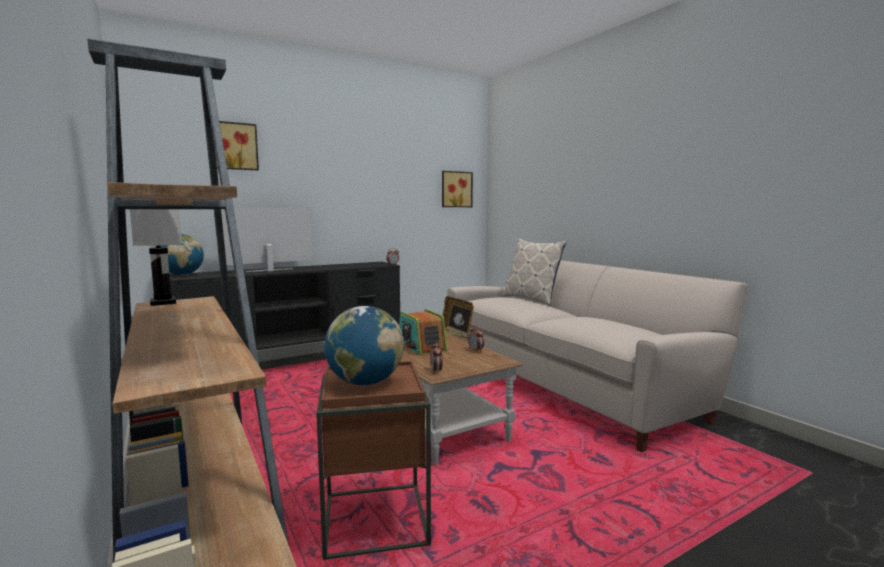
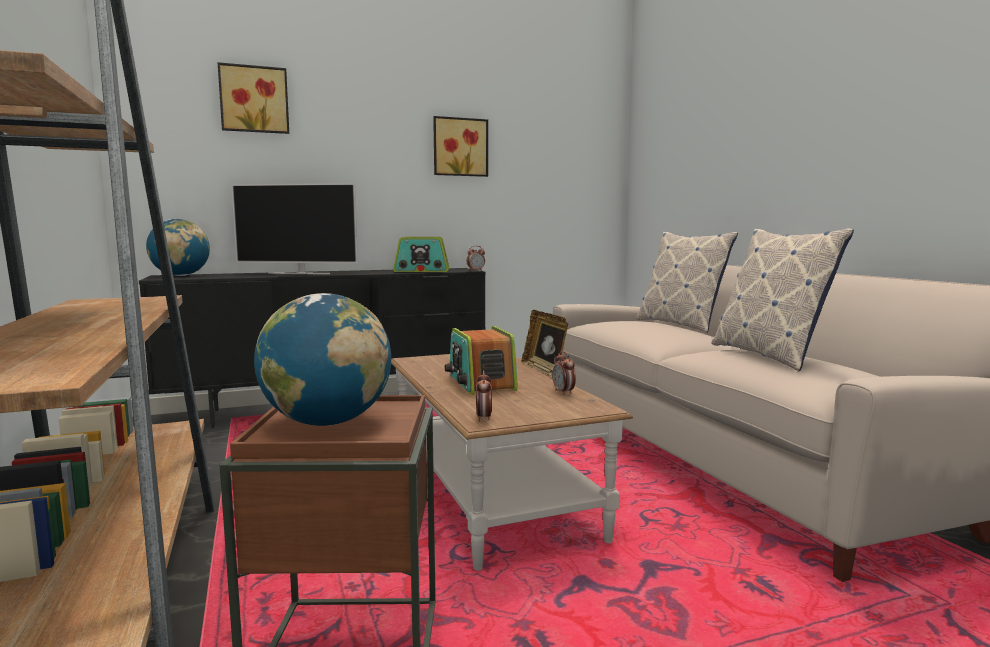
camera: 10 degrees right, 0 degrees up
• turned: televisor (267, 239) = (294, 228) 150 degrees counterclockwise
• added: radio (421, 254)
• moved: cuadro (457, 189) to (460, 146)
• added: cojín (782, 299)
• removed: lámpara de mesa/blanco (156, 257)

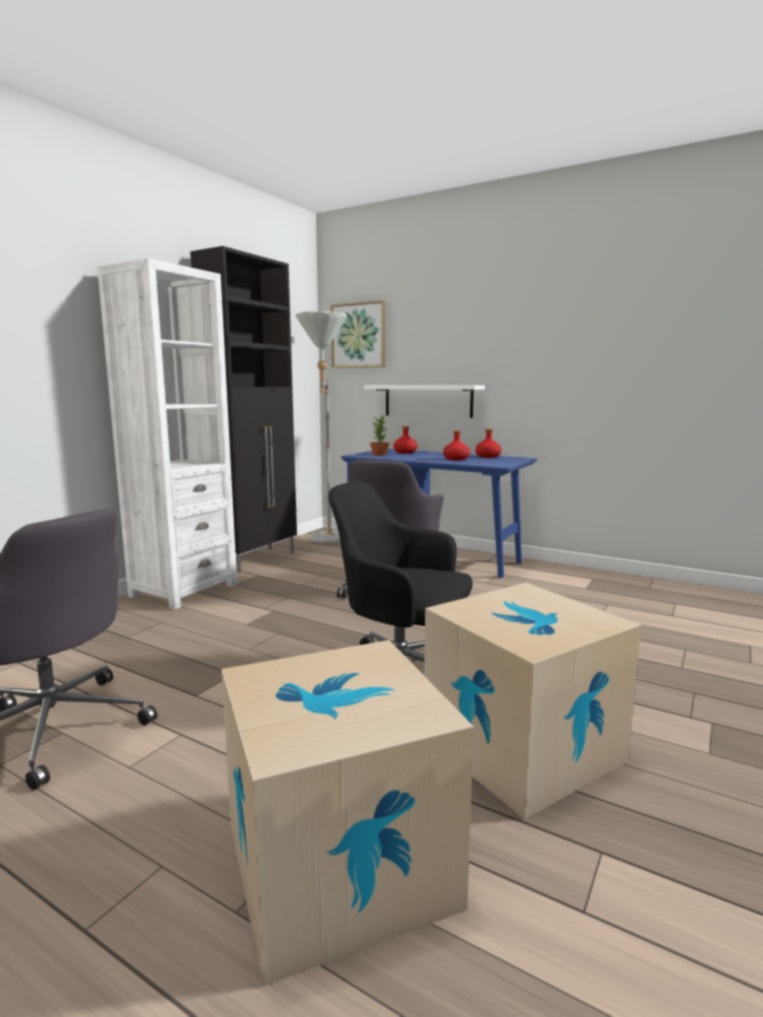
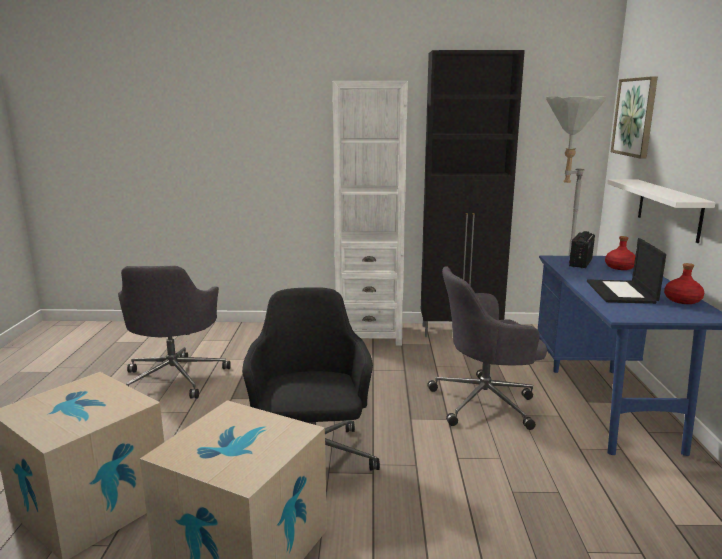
camera: 60 degrees right, 5 degrees up
• replaced: planta en maceta (379, 435) to radio (582, 249)
• replaced: botella/rojo (456, 446) to portátil (626, 271)

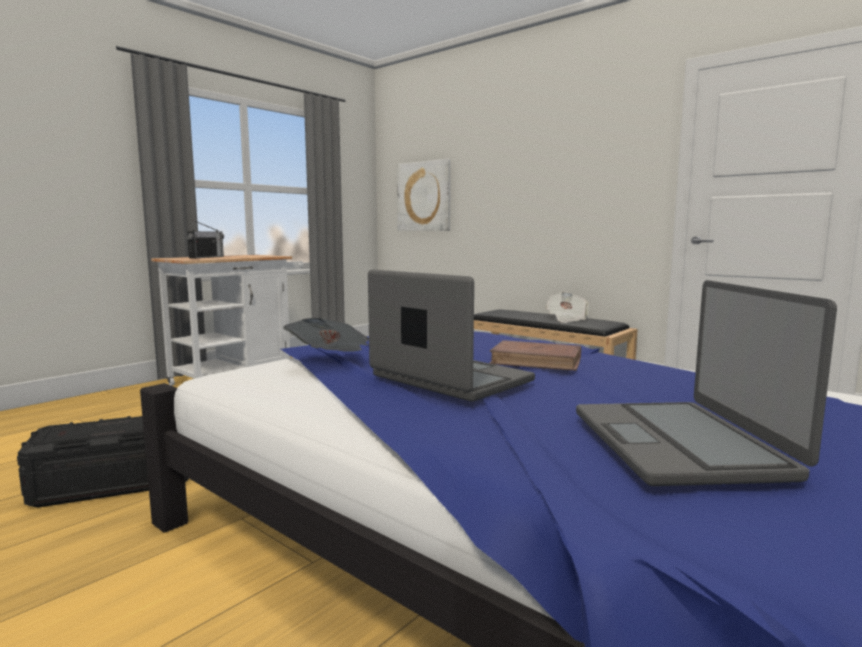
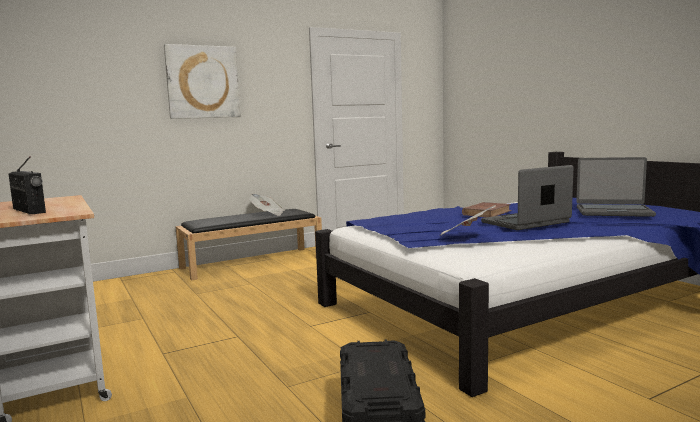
camera: 70 degrees left, 0 degrees up
• moved: cuadro (424, 195) to (202, 81)

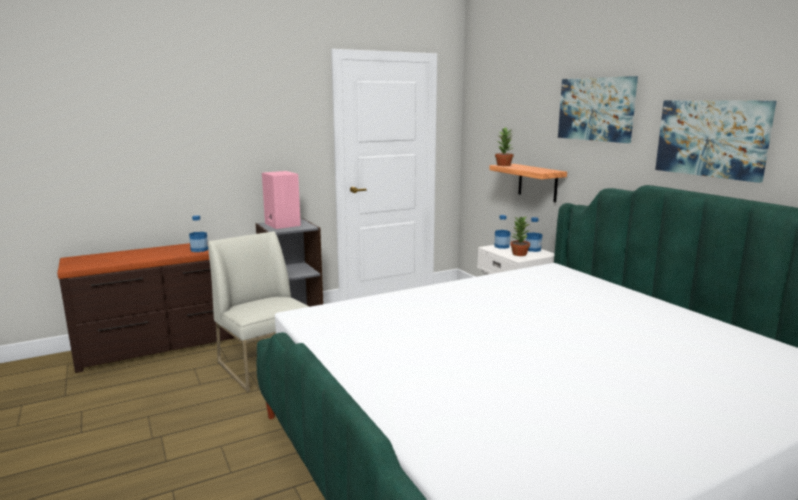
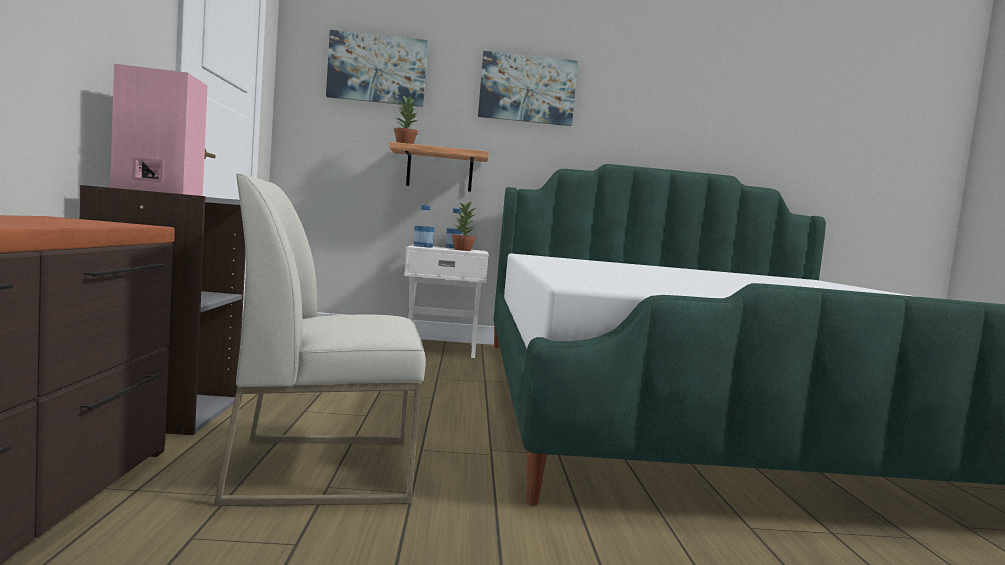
camera: 65 degrees left, 10 degrees down
• moved: cuadro (716, 141) to (377, 68)
• removed: botella (198, 233)

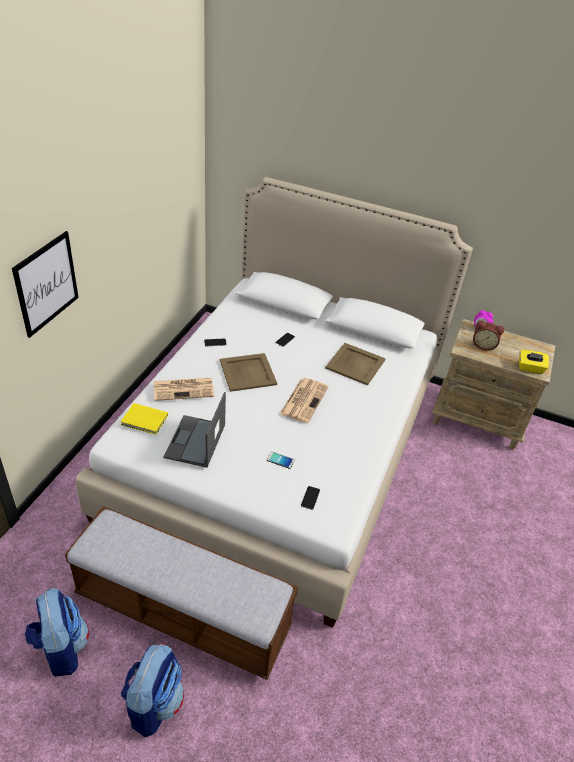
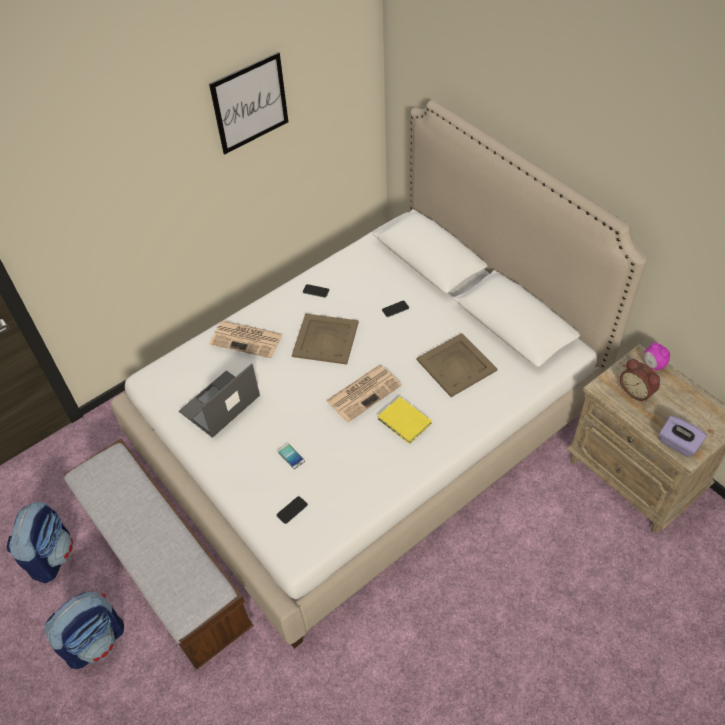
camera: 35 degrees right, 10 degrees up
• moved: cuadro (45, 284) to (248, 103)
• moved: libro/amarillo (144, 419) to (405, 420)
• recoloured: caja de pañuelos/amarillo (534, 362) to caja de pañuelos/morado (683, 436)

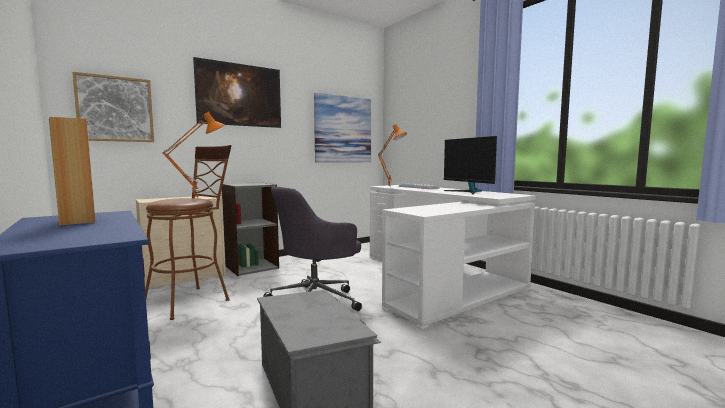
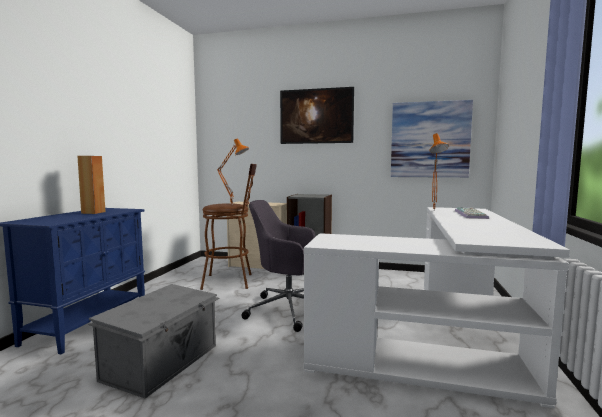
camera: 50 degrees right, 0 degrees up
• removed: cuadro (113, 107)
• removed: monitor (470, 165)

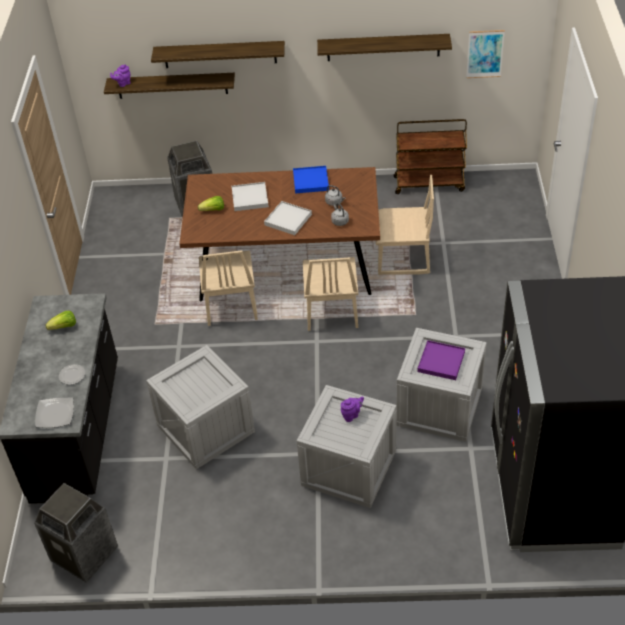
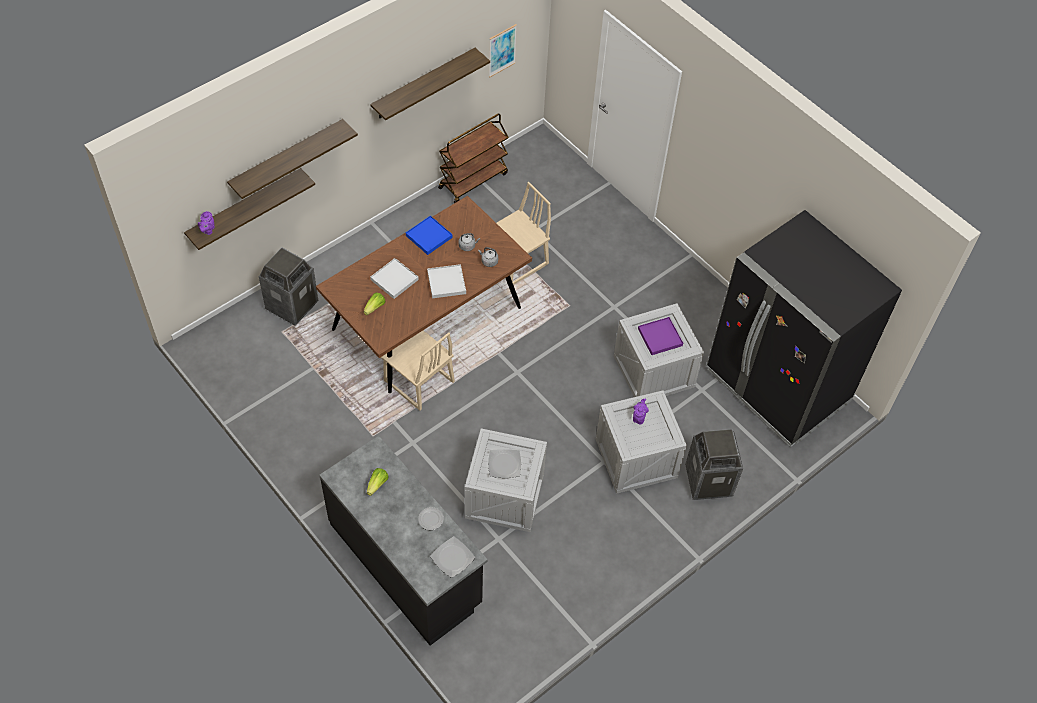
camera: 45 degrees left, 10 degrees up
• added: plato (504, 463)
• moved: papelera (76, 533) to (714, 464)
• removed: silla/beis (330, 294)

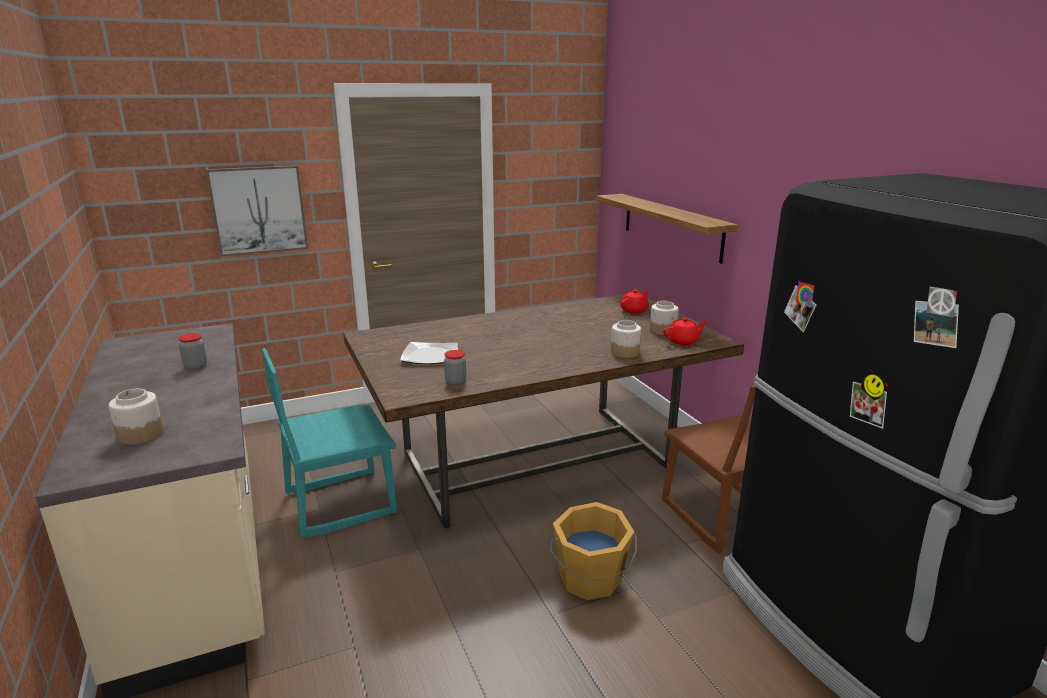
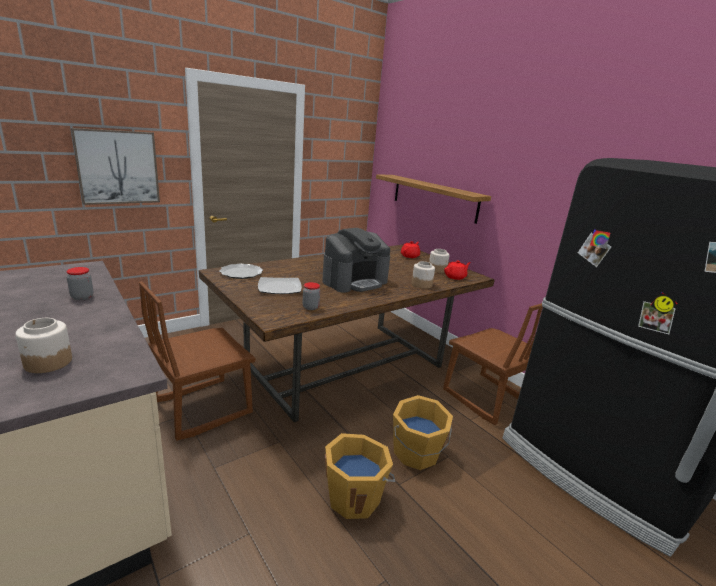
camera: 15 degrees left, 0 degrees up
• recoloured: silla/turquesa (329, 443) to silla/marrón (197, 361)
• added: plato (241, 271)
• added: cafetera (356, 260)
• added: cubo/naranja (360, 476)

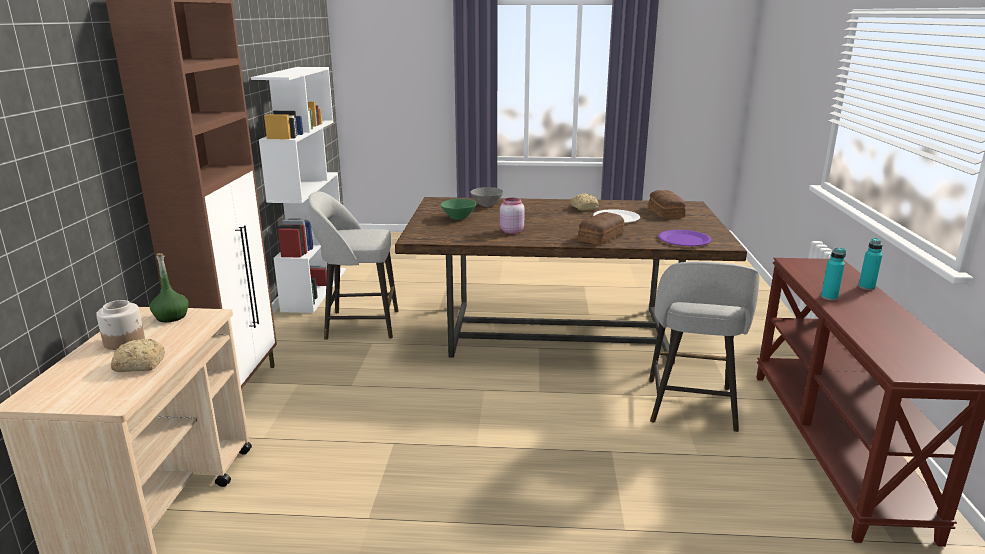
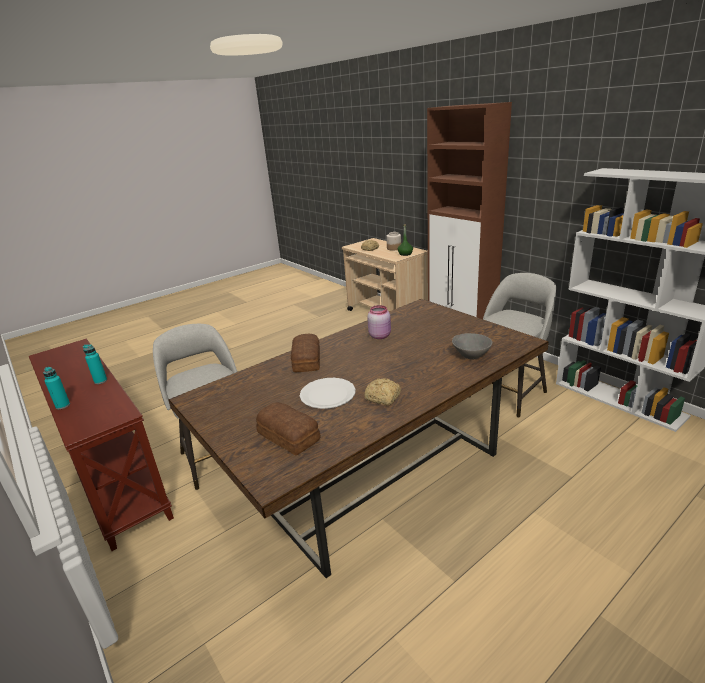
camera: 140 degrees right, 5 degrees up
• removed: cuenco/verde (458, 209)
• removed: plato/morado (684, 238)

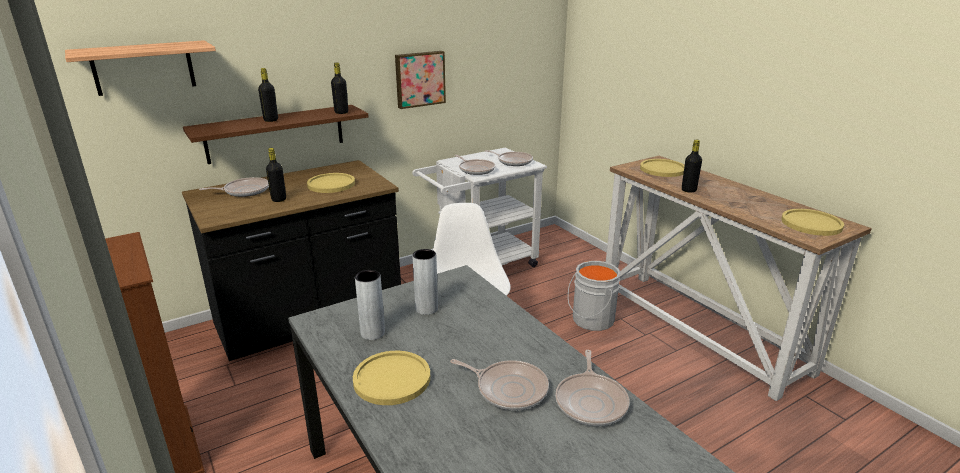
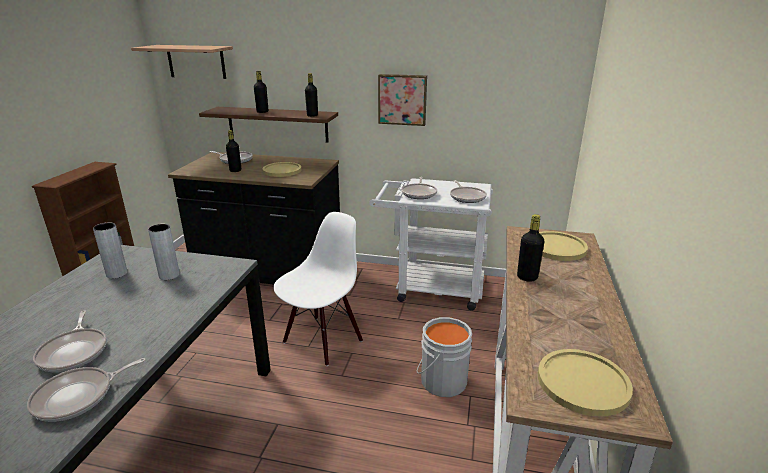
camera: 45 degrees right, 0 degrees up
• removed: plato/amarillo (391, 378)

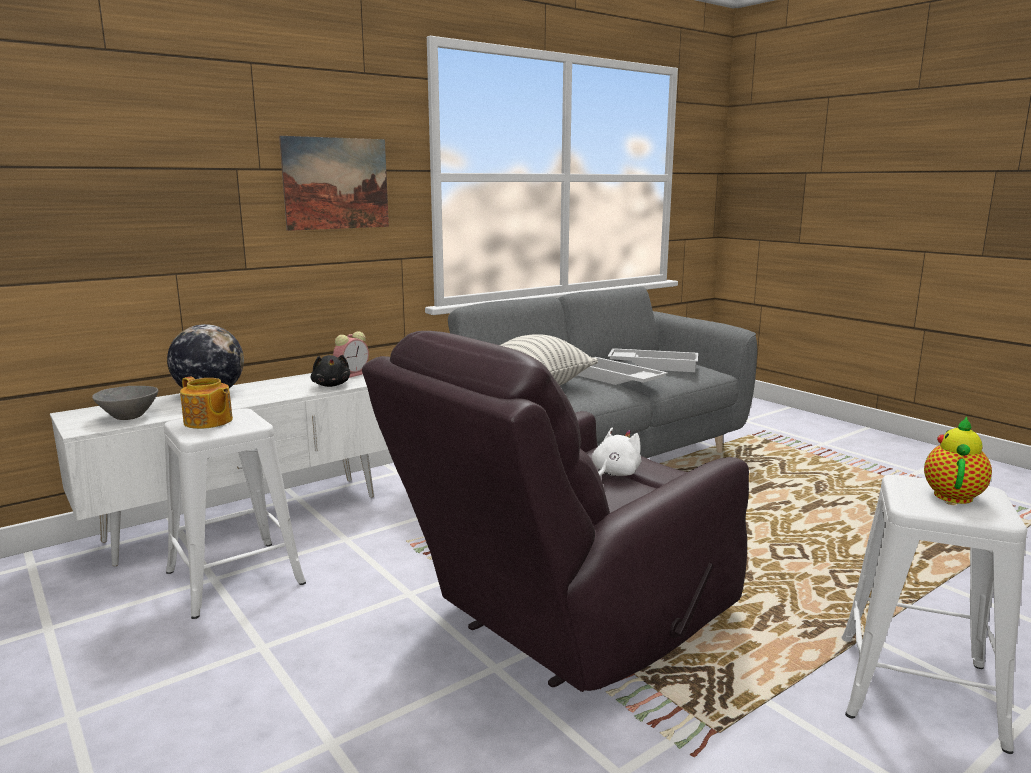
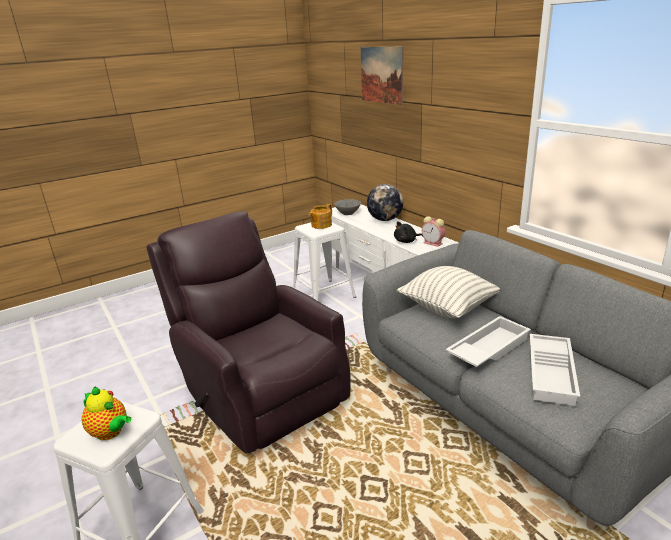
camera: 95 degrees right, 10 degrees up
• moved: cuadro (334, 183) to (382, 76)
• removed: peluche/blanco (617, 452)

